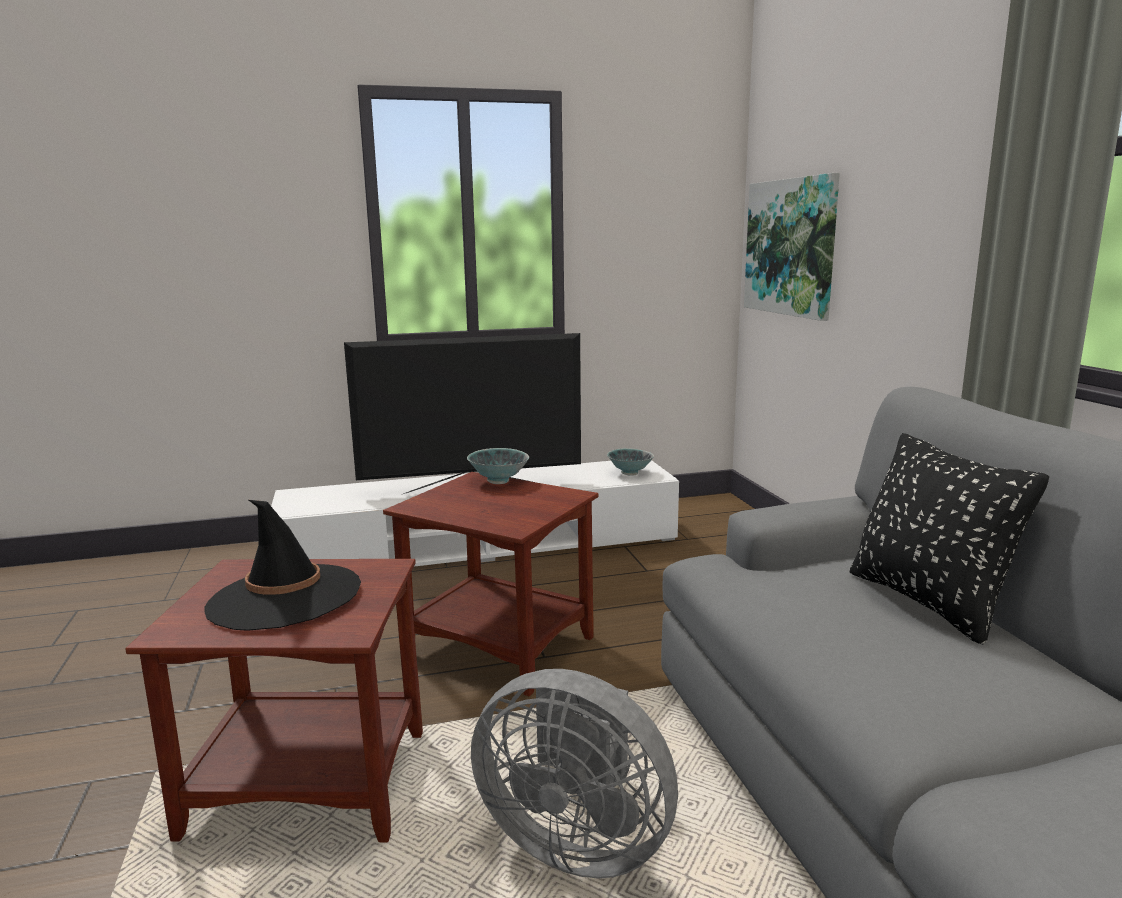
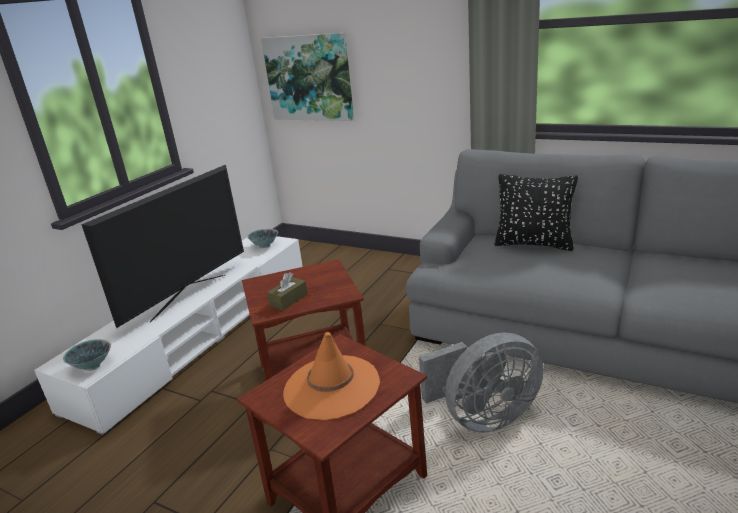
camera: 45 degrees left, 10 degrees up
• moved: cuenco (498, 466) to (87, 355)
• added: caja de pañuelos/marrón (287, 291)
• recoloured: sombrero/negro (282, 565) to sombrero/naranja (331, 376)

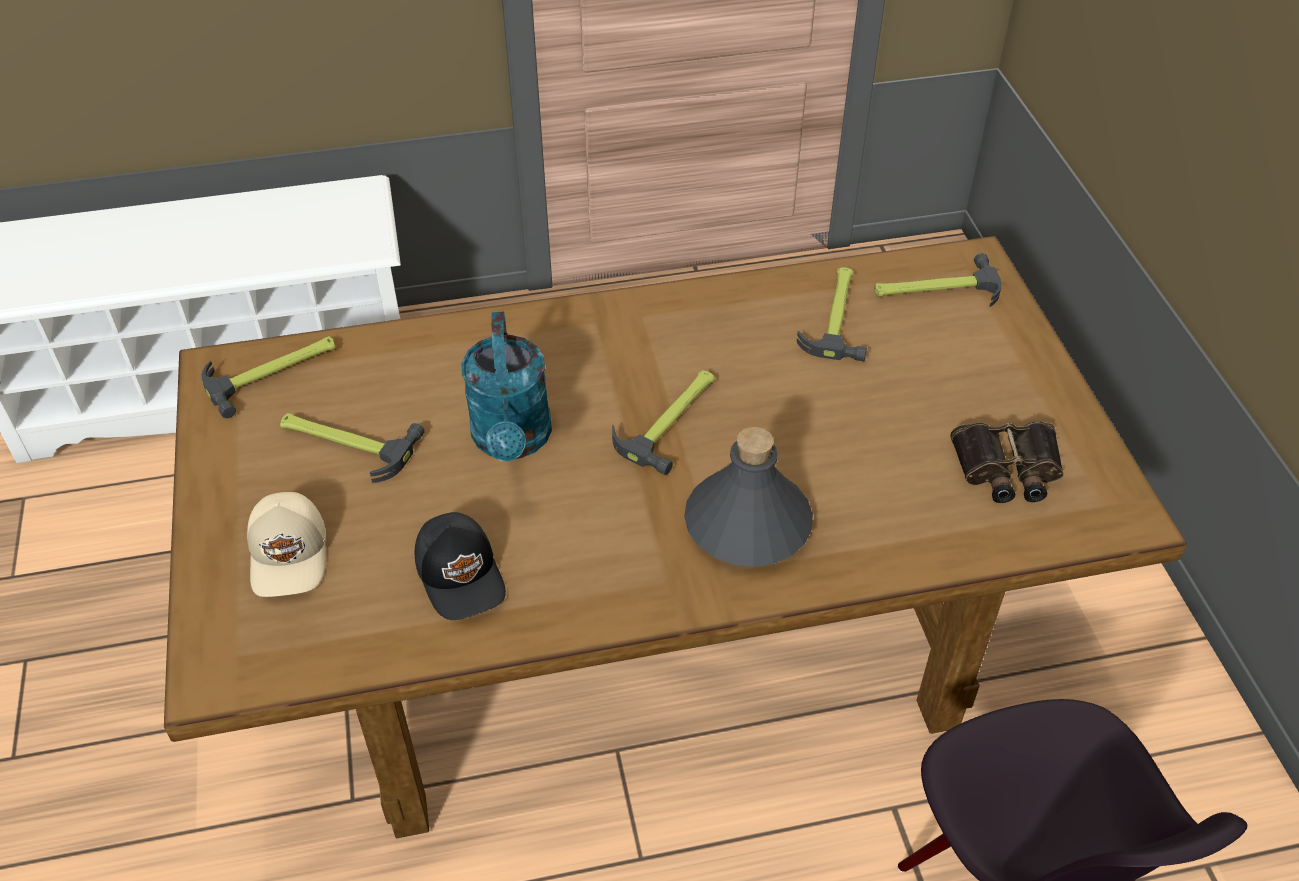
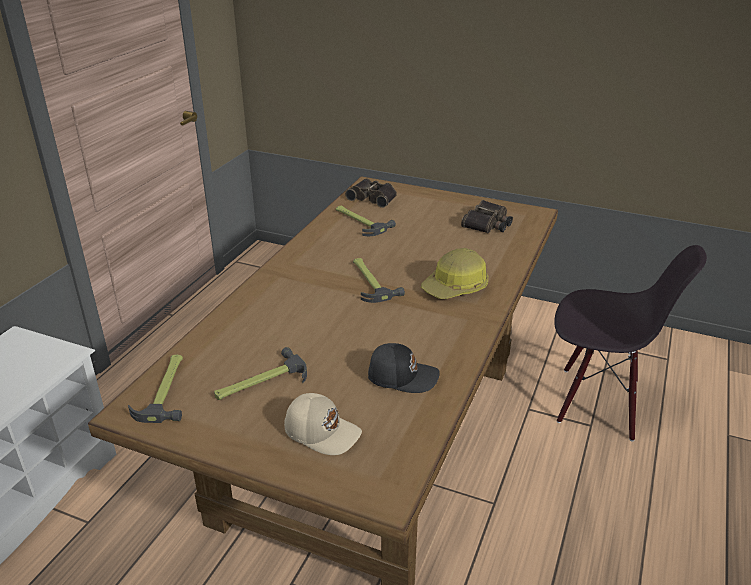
camera: 55 degrees left, 15 degrees down
• replaced: martillo (938, 280) to prismáticos (371, 193)
• replaced: botella/gris (748, 497) to casco (454, 273)
• removed: regadera/turquesa (507, 386)

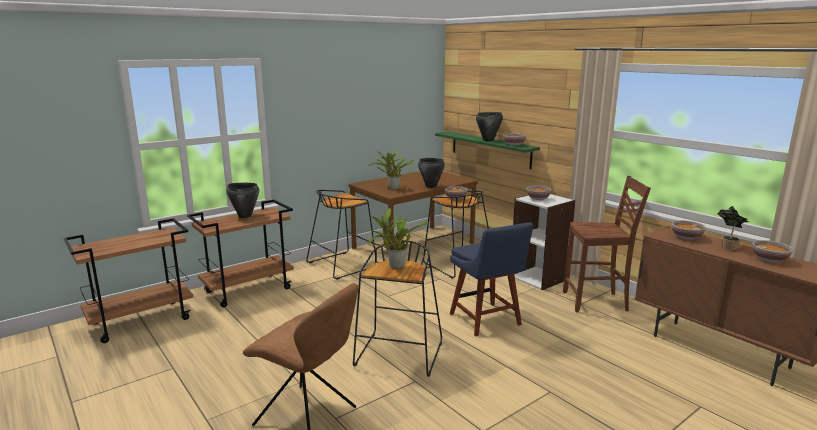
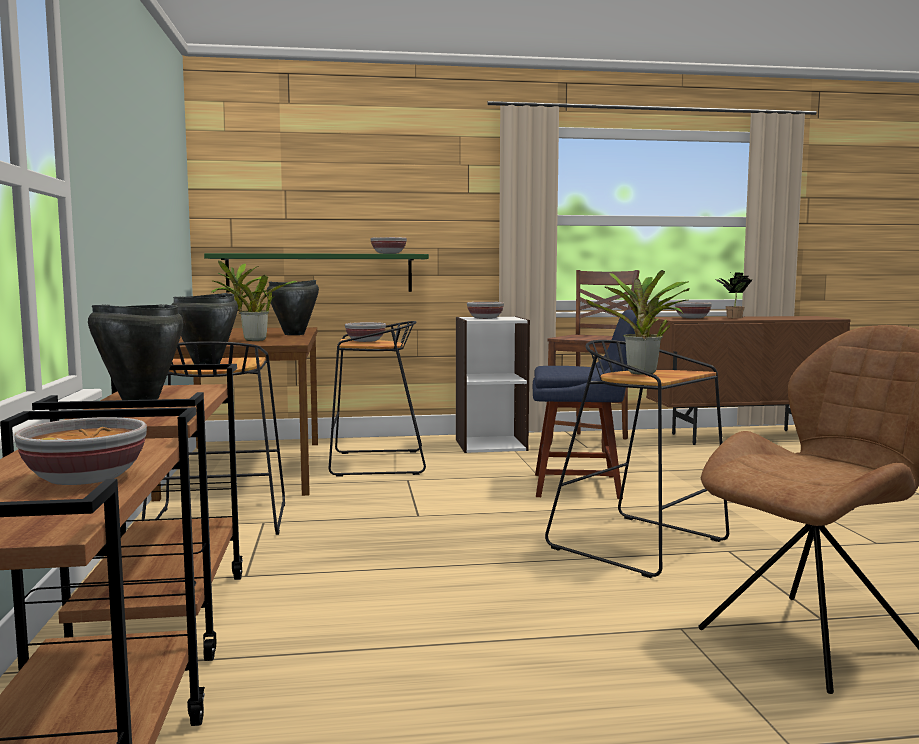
camera: 60 degrees left, 10 degrees down
• moved: cuenco (772, 251) to (81, 451)
• moved: olla/negro (489, 127) to (204, 328)

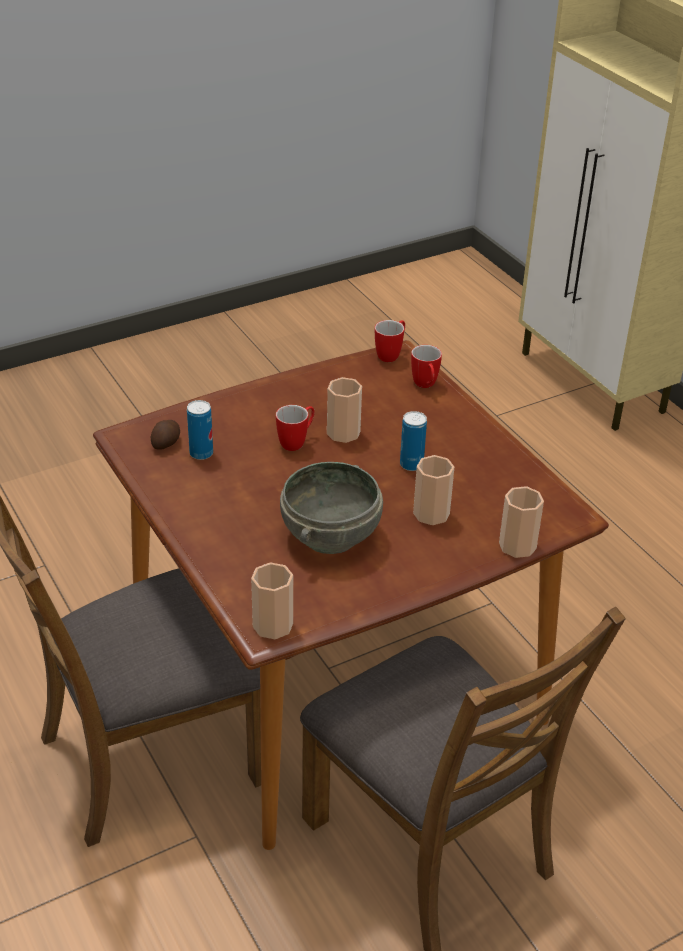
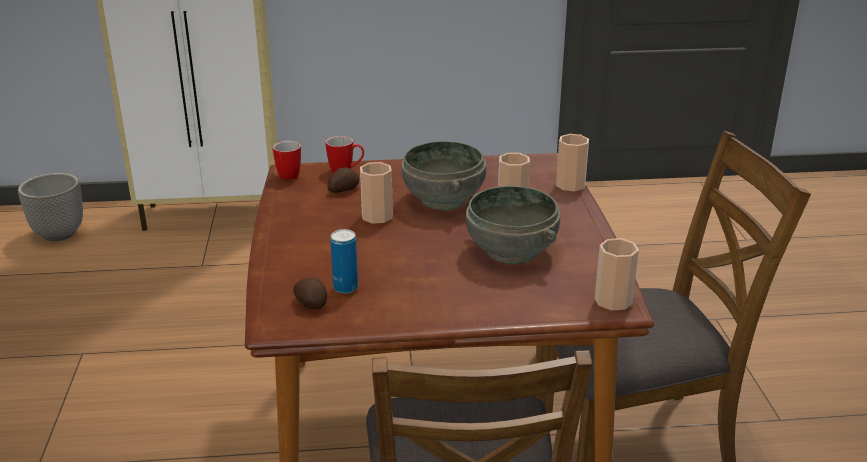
camera: 65 degrees left, 10 degrees down
• added: maceta (50, 207)
• added: patata (343, 180)
• replaced: lata (413, 441) to cuenco/gris (443, 175)
• removed: taza grande (295, 428)

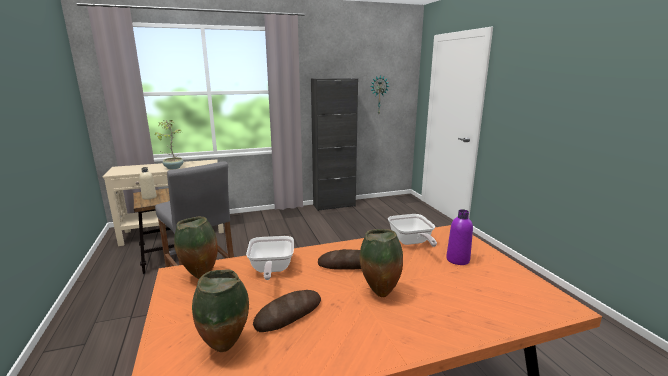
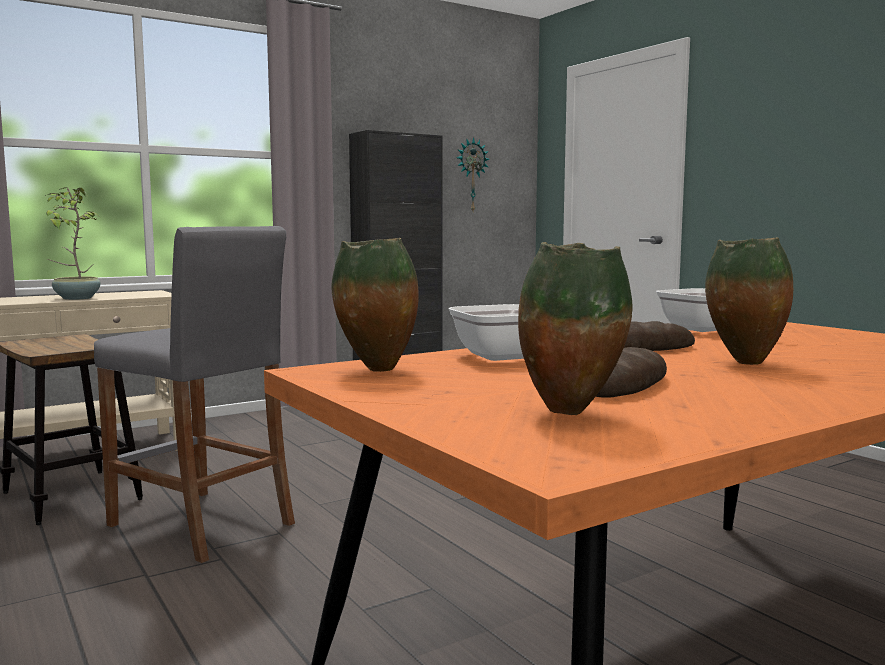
camera: 15 degrees left, 10 degrees down
• removed: botella/beis (148, 183)
• removed: botella/morado (459, 237)

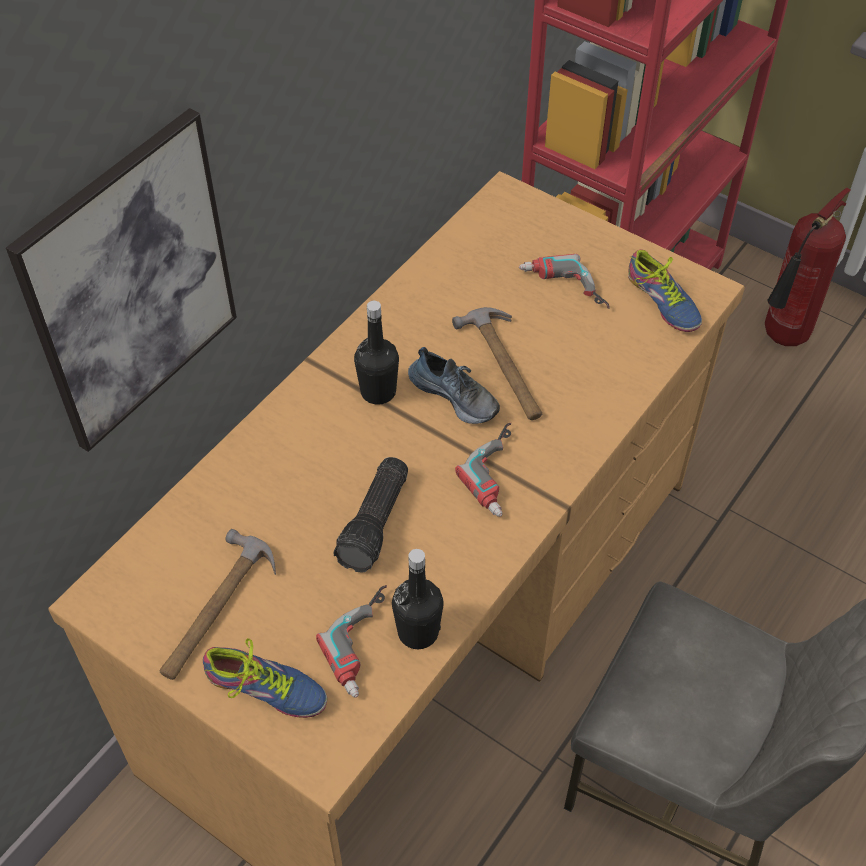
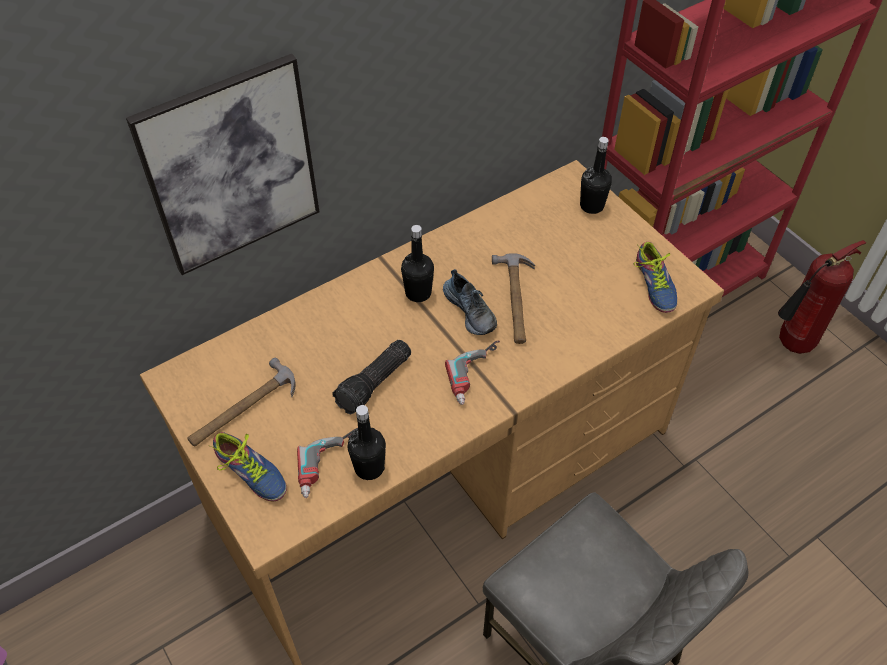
camera: 20 degrees right, 0 degrees up
• added: botella/negro (596, 175)
• removed: taladro (564, 281)

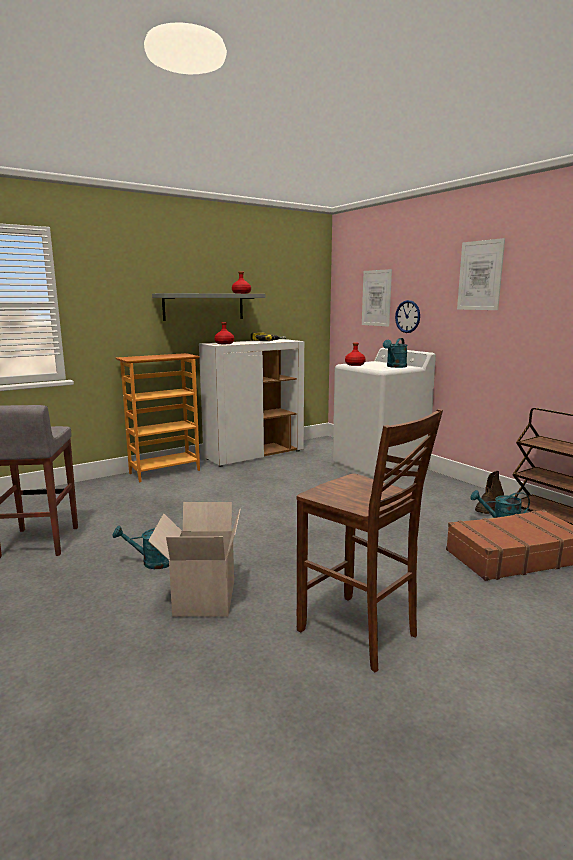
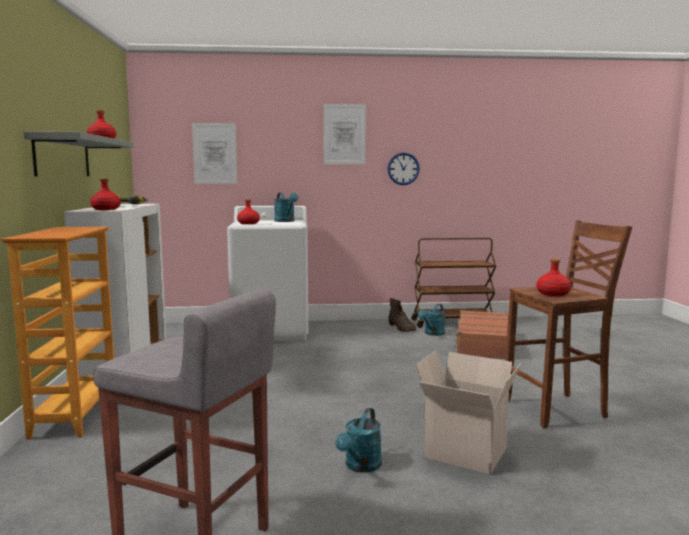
camera: 60 degrees left, 5 degrees down
• moved: reloj de pared (407, 316) to (404, 168)
• added: botella/rojo (554, 277)

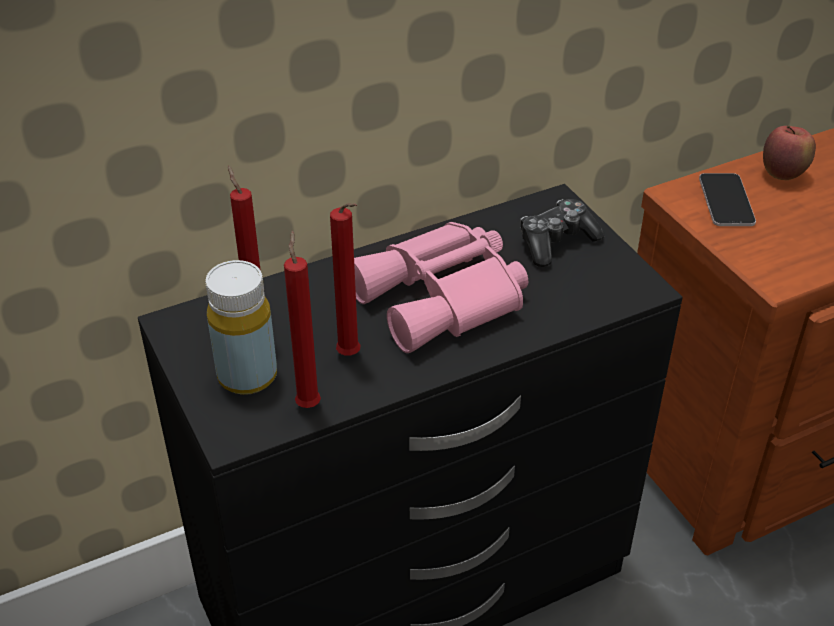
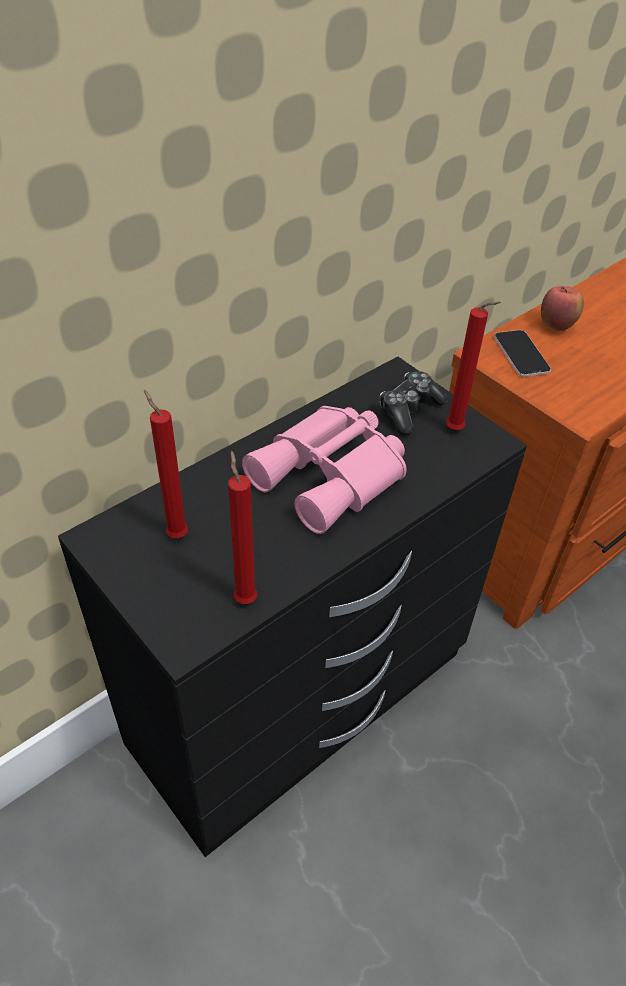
camera: 15 degrees left, 5 degrees up
• moved: vela/rojo (345, 279) to (473, 365)
• removed: botella/amarillo (241, 327)

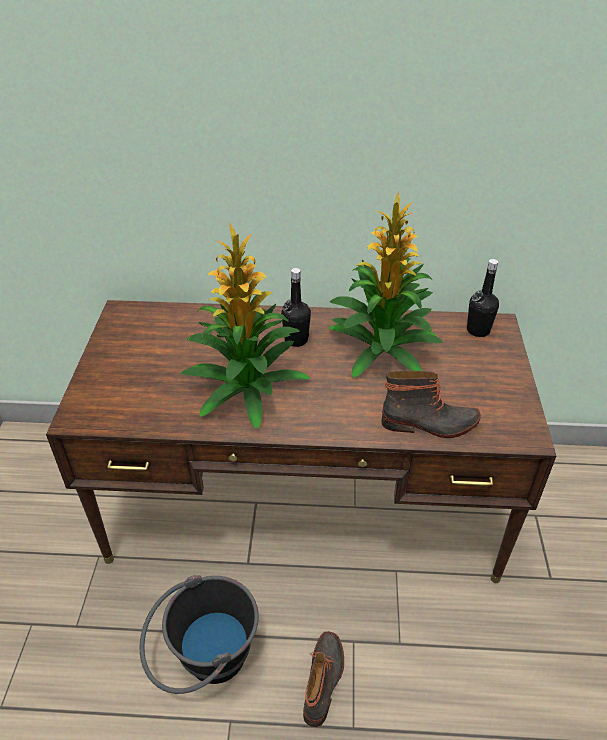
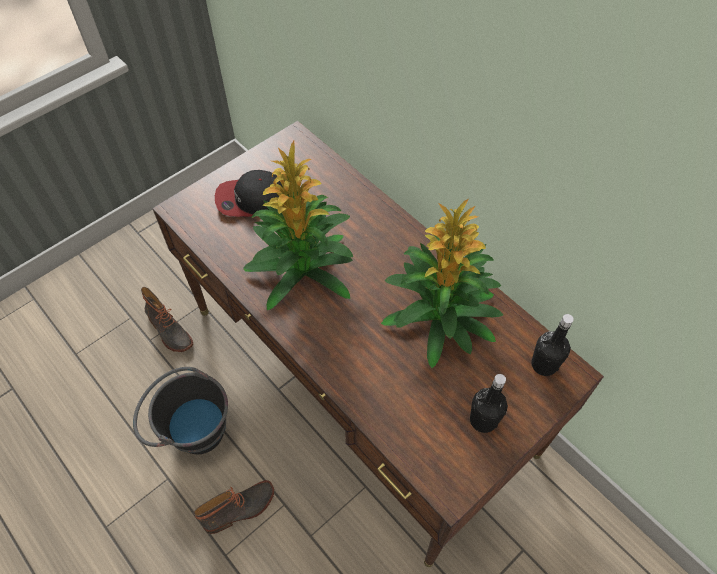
camera: 45 degrees right, 15 degrees up
• moved: bota (431, 404) to (167, 319)
• added: gorra (249, 193)
• moved: botella/negro (296, 307) to (489, 403)

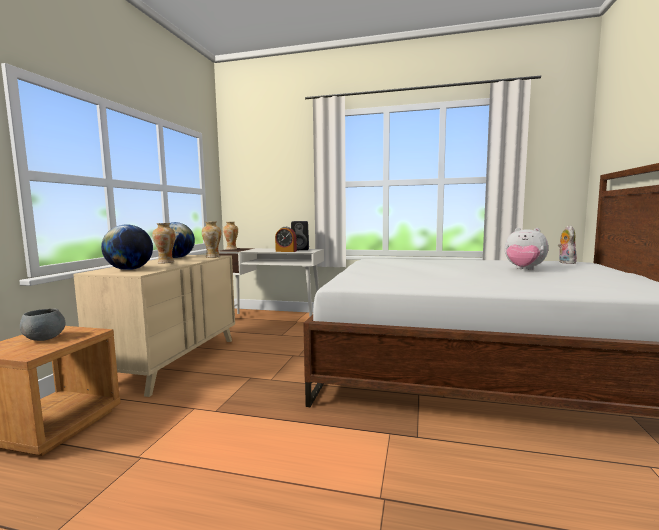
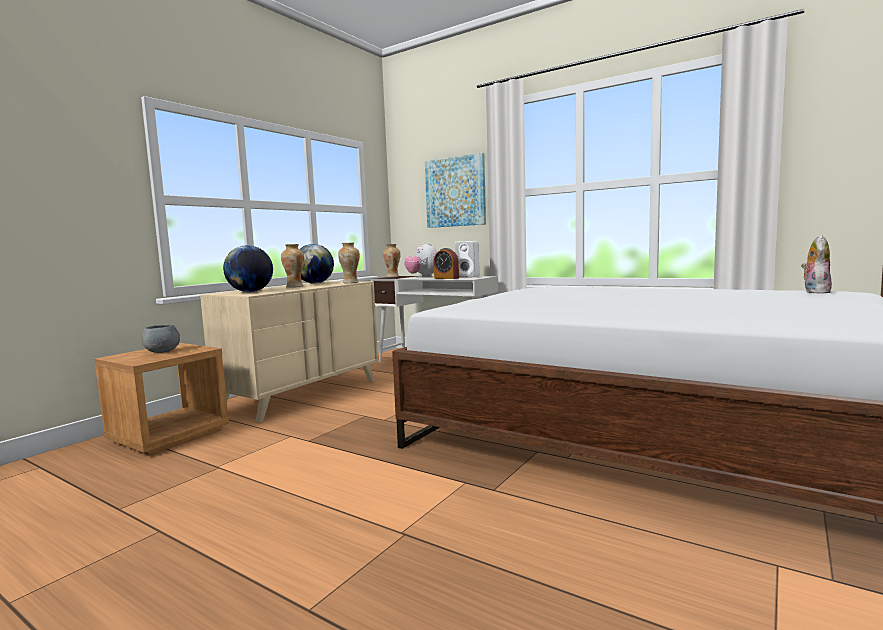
camera: 20 degrees right, 0 degrees up
• moved: peluche (527, 249) to (420, 260)
• added: cuadro (455, 190)
• recoloured: altavoz/negro (300, 235) to altavoz/blanco (467, 259)

